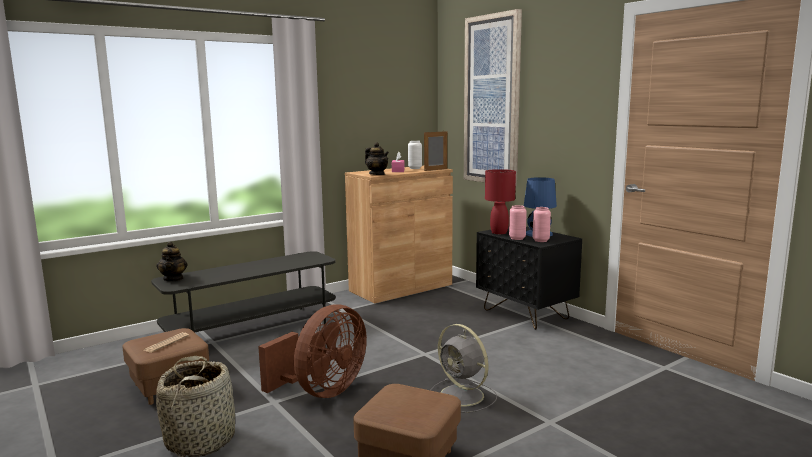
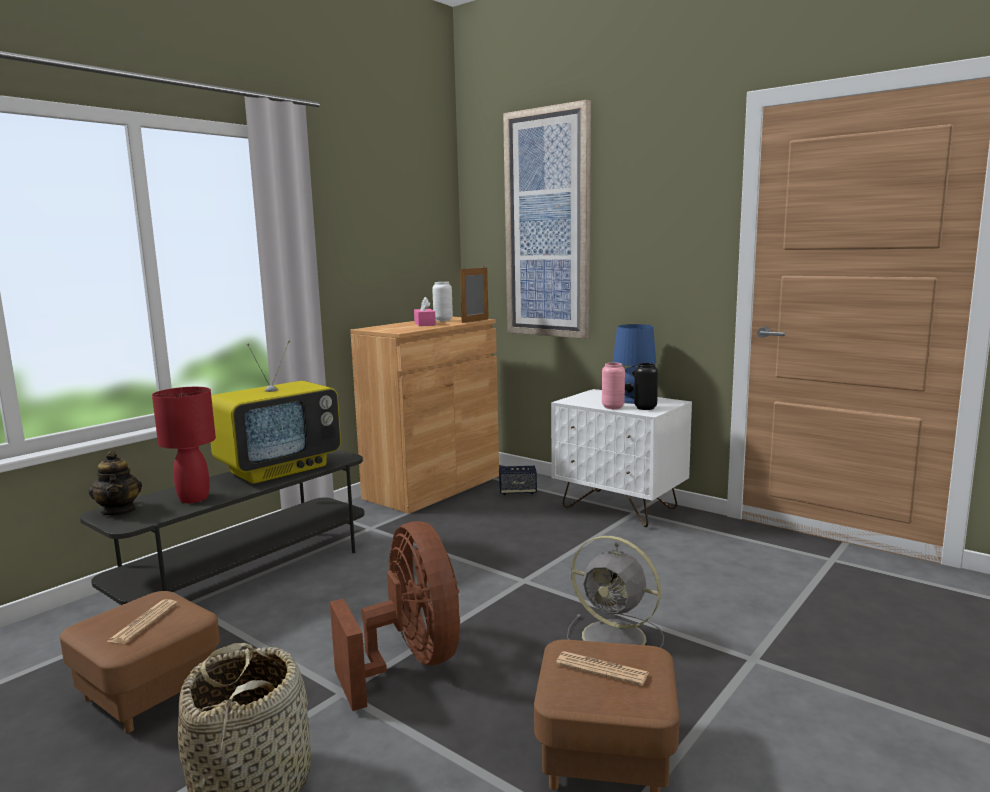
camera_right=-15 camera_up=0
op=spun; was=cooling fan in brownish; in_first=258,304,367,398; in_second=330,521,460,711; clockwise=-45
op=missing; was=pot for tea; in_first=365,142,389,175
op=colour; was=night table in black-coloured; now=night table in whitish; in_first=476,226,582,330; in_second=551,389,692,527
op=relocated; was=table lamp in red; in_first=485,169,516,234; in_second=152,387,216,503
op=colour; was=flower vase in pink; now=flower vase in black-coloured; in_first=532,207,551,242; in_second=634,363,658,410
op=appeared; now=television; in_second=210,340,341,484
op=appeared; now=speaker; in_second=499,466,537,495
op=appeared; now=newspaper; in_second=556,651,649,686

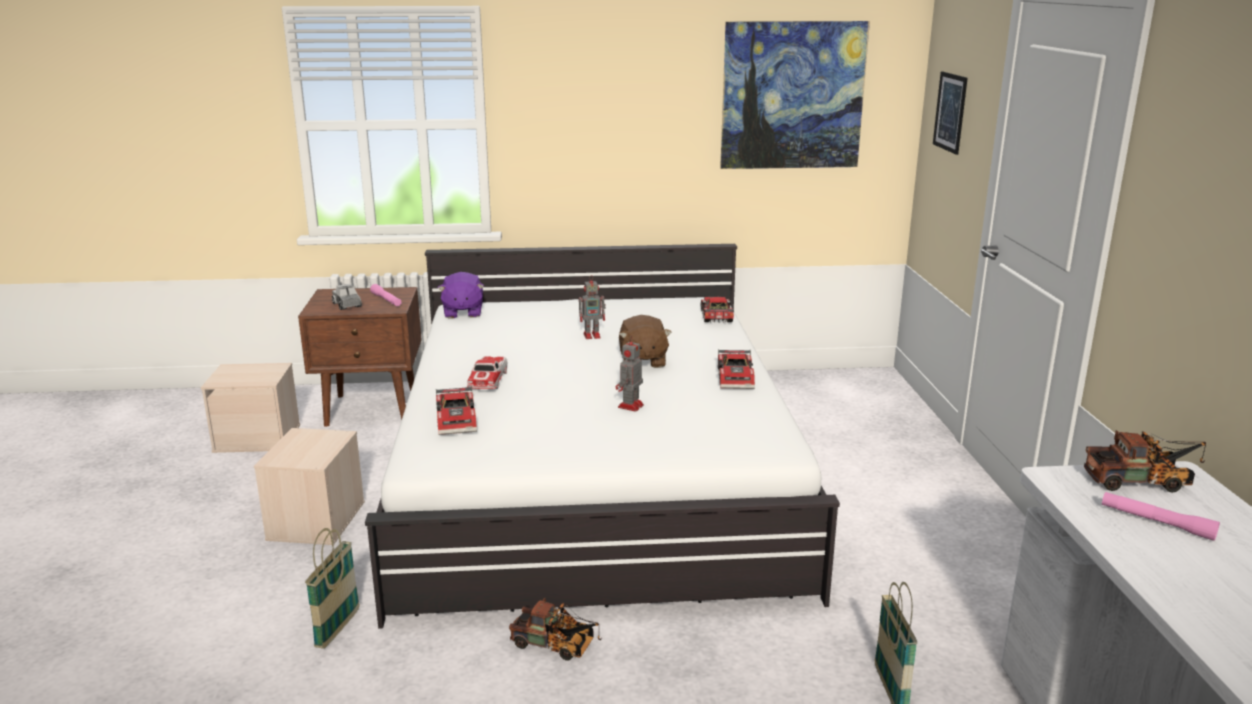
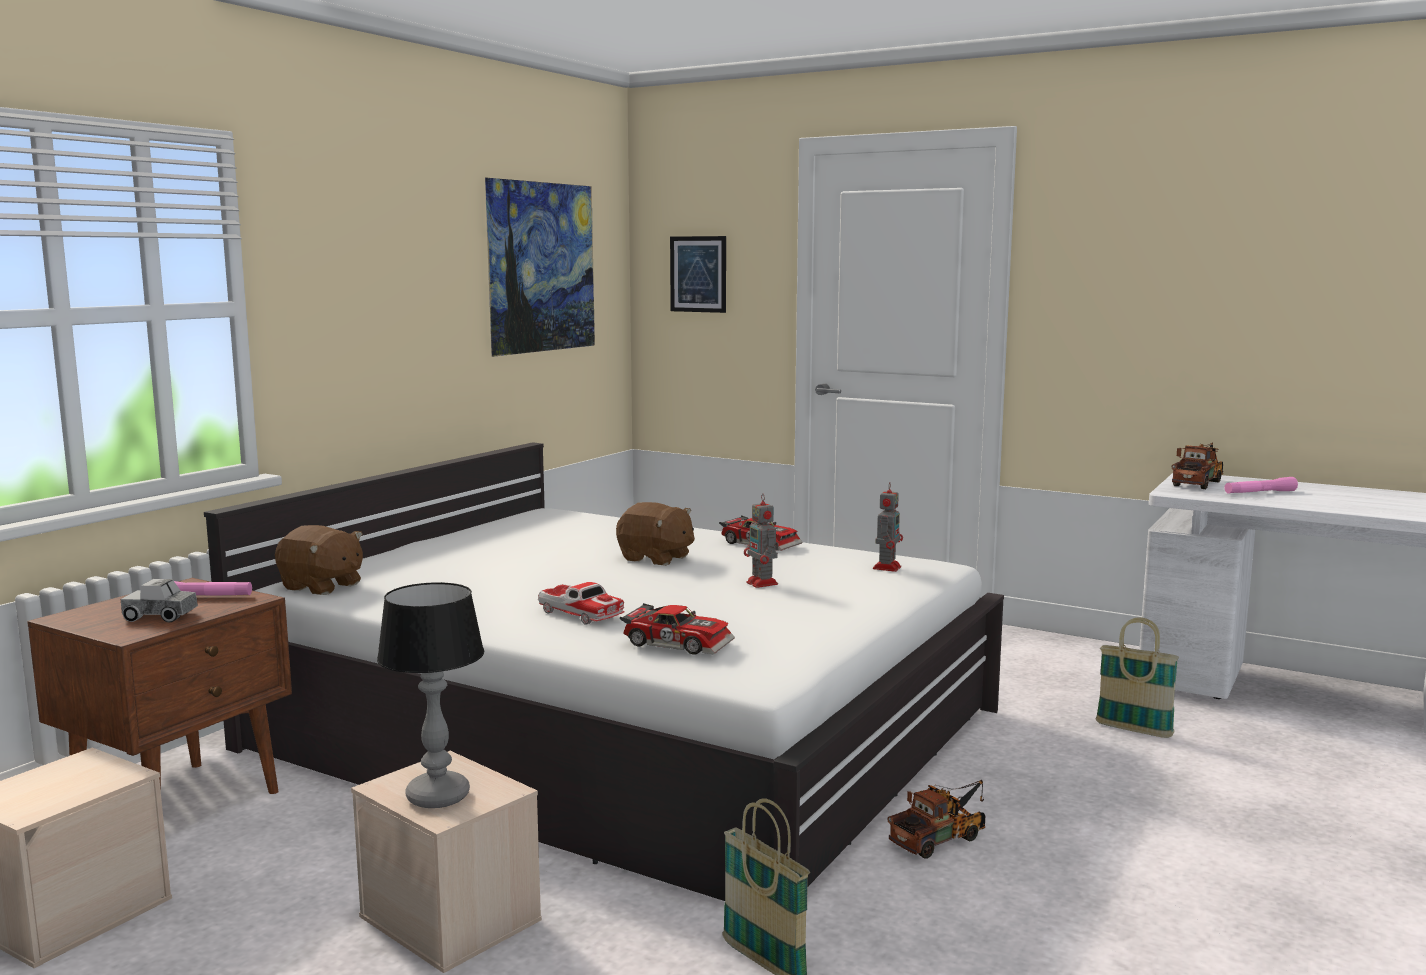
camera_right=-55 camera_up=-10
op=colour; was=cuddly toy in purplish; now=cuddly toy in brownish; in_first=438,272,484,319; in_second=275,525,363,595
op=relocated; was=robot figure; in_first=579,275,606,339; in_second=873,482,903,572
op=missing; was=toy car; in_first=700,297,734,323
op=appeared; now=table lamp; in_second=377,582,484,808

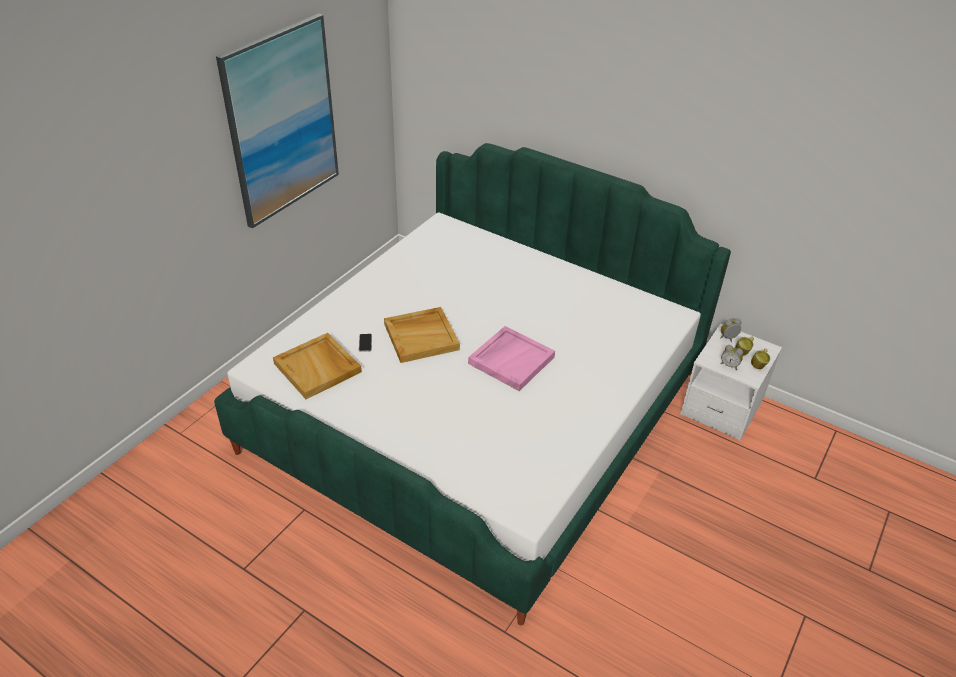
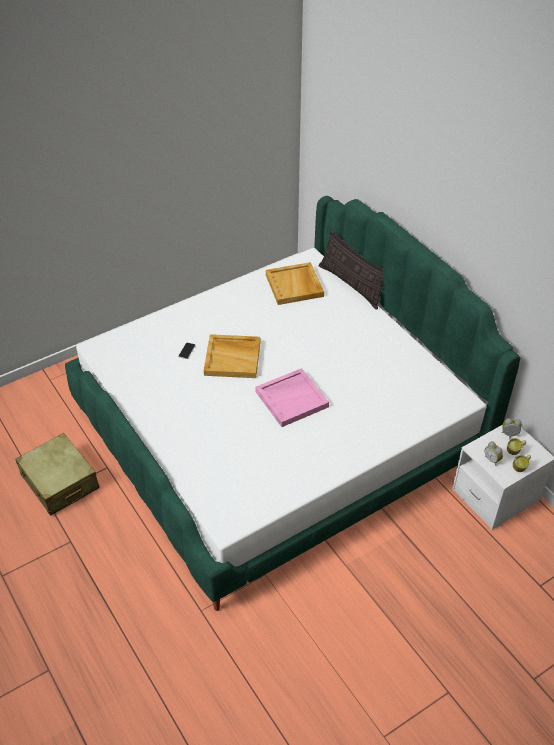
camera_right=25 camera_up=5
op=missing; was=wall art; in_first=216,13,339,229
op=relocated; was=serving tray in beige; in_first=273,333,362,399; in_second=266,262,324,305
op=appeared; now=piece of luggage in beige; in_second=15,433,100,516
op=appeared; now=cushion; in_second=319,230,383,309

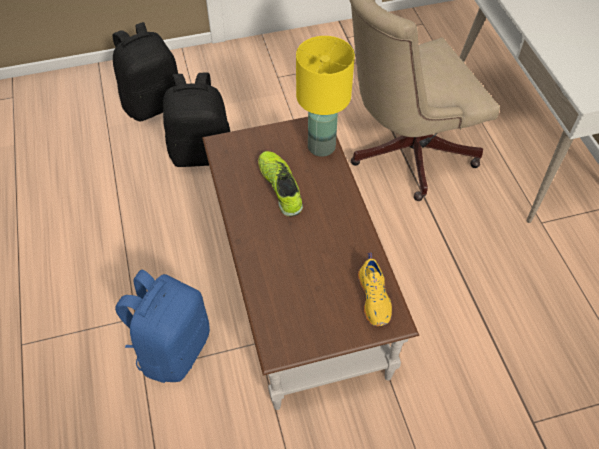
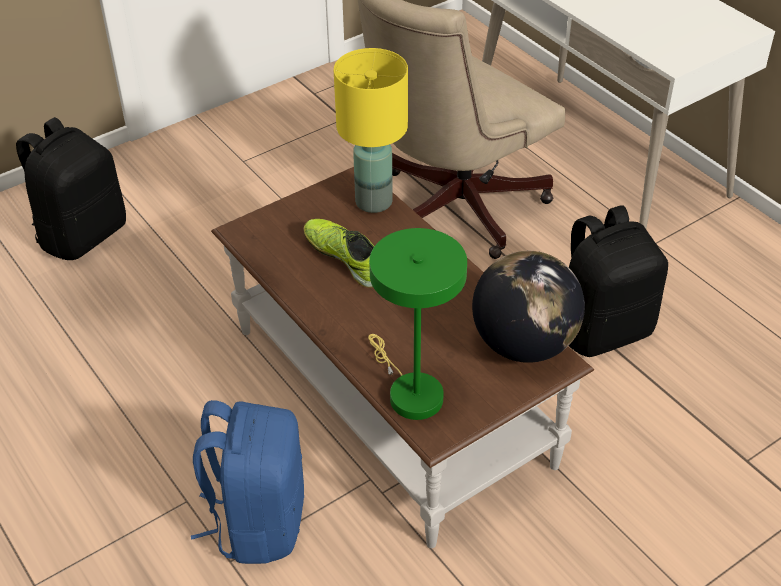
camera_right=-20 camera_up=-10
op=relocated; was=backpack in black-coloured; in_first=163,72,230,167; in_second=569,206,668,357
op=exchanged; was=low shoe in yellowish; now=desk globe; in_first=358,253,392,326; in_second=472,251,585,363
op=appeared; now=table lamp in green-coloured; in_second=368,228,467,420

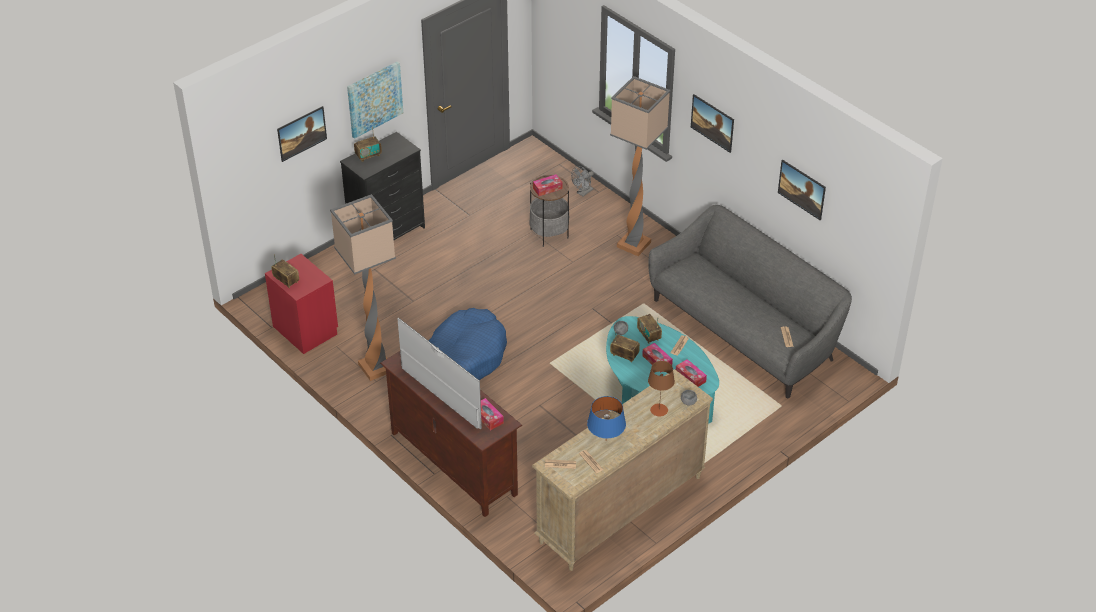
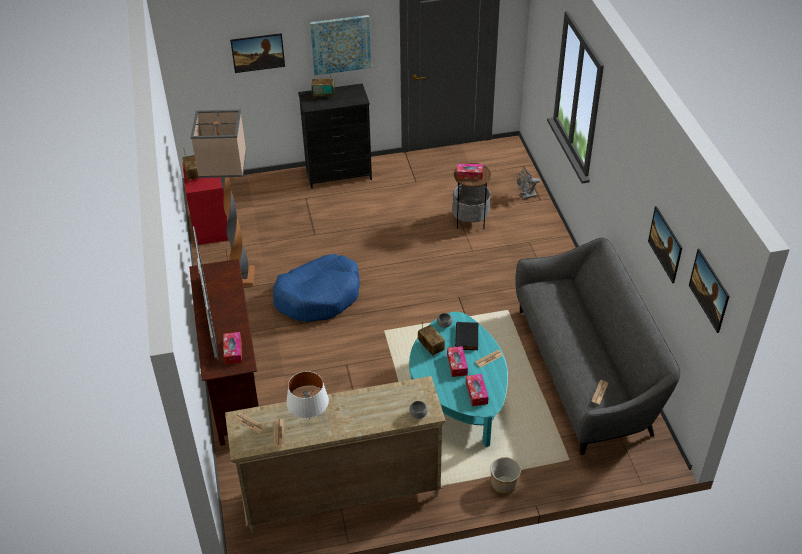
camera_right=30 camera_up=0
op=colour; was=table lamp in blue-coloured; now=table lamp in whitish; in_first=587,396,626,438; in_second=286,371,329,419
op=missing; was=floor lamp; in_first=610,76,670,256
op=exchanged; was=radio; now=book in black-coloured; in_first=637,314,662,344; in_second=455,322,478,350
op=missing; was=table lamp in brownish; in_first=648,361,675,417
op=relocated; was=wall art; in_first=691,94,734,153; in_second=689,249,729,333
op=appeared; now=planter; in_second=490,457,521,494

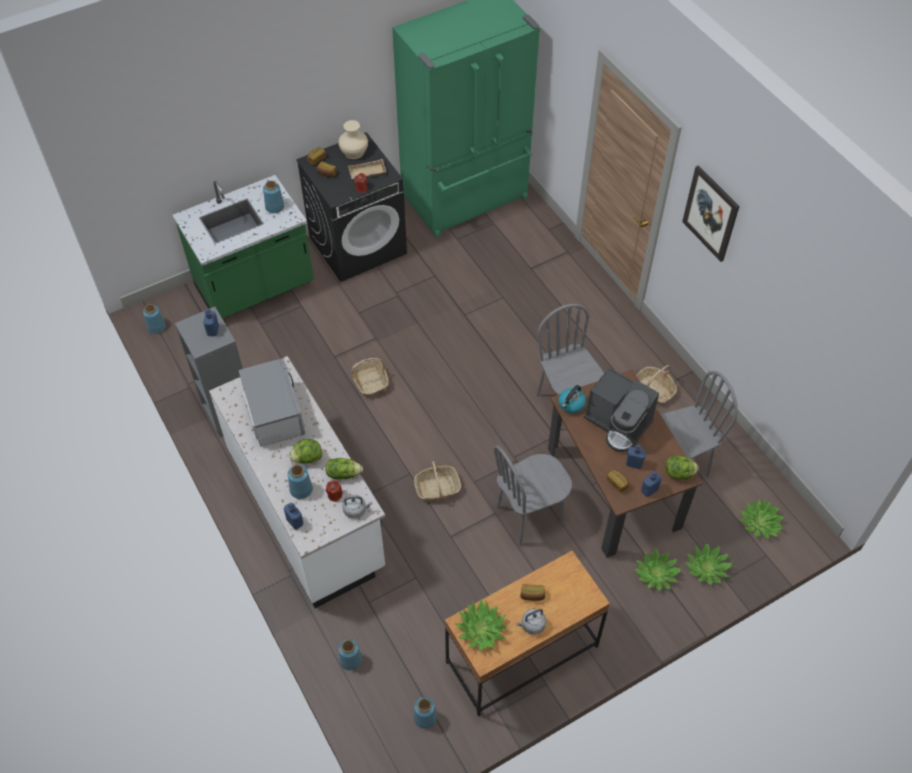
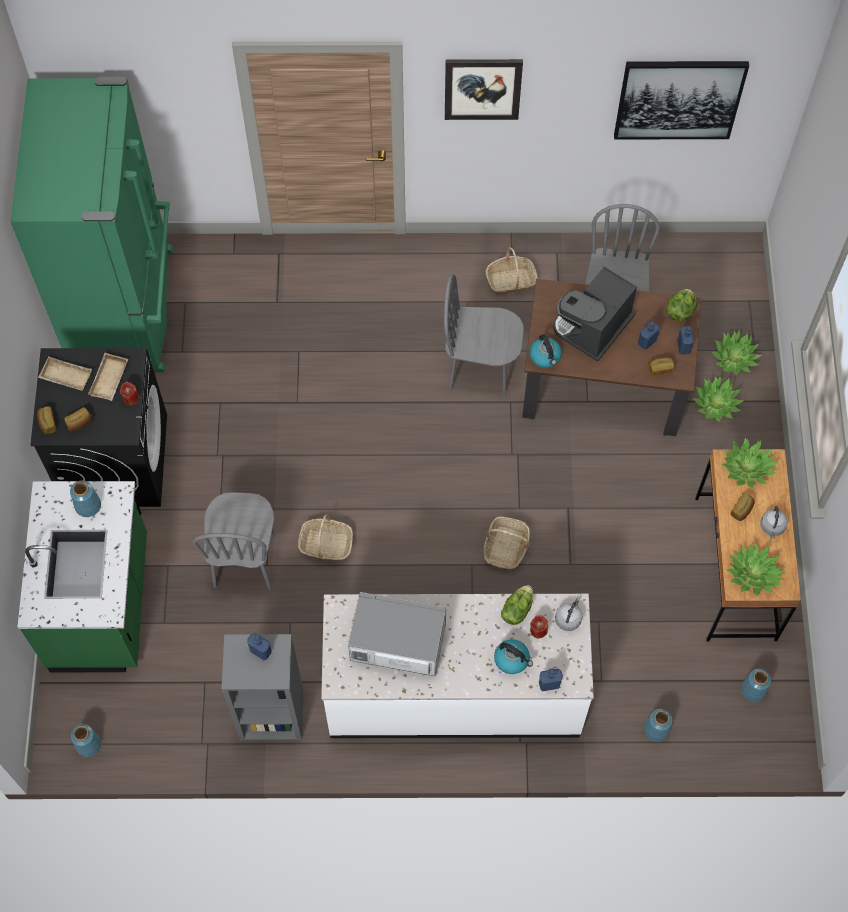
camera_right=-60 camera_up=10
op=exchanged; was=flower vase in blue-coloured; now=tea kettle; in_first=288,465,313,499; in_second=494,639,533,674
op=missing; was=head of lettuce; in_first=289,439,322,464
op=exchanged; was=flower vase in beige; now=serving tray in beige; in_first=339,120,368,159; in_second=38,356,92,391
op=relocated; was=plain chair in gray; in_first=494,445,572,546; in_second=192,492,275,590
op=spun; was=coffee brewer; in_first=584,367,659,452; in_second=554,266,637,362; clockwise=150
op=relocated; was=houseplant; in_first=739,500,784,539; in_second=721,438,778,489
op=appeared; now=wall art; in_second=614,61,749,139

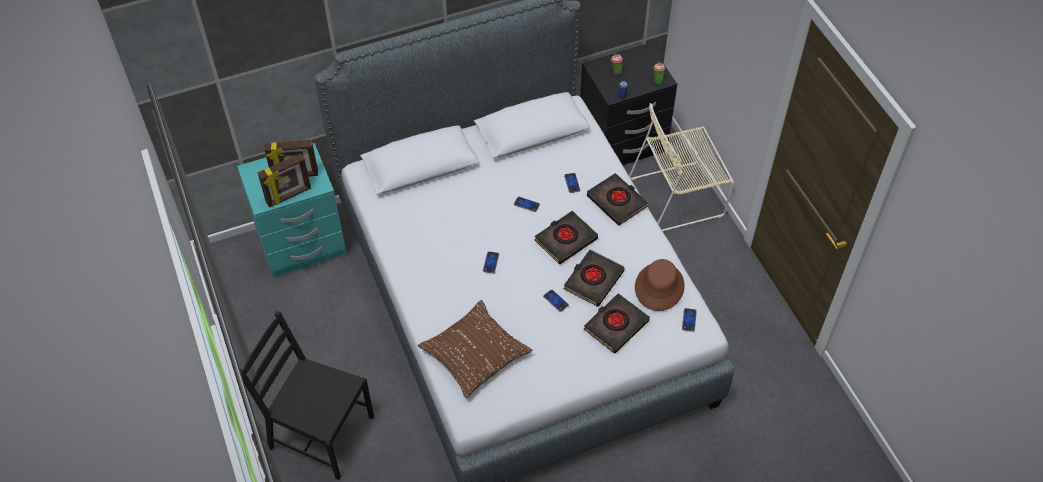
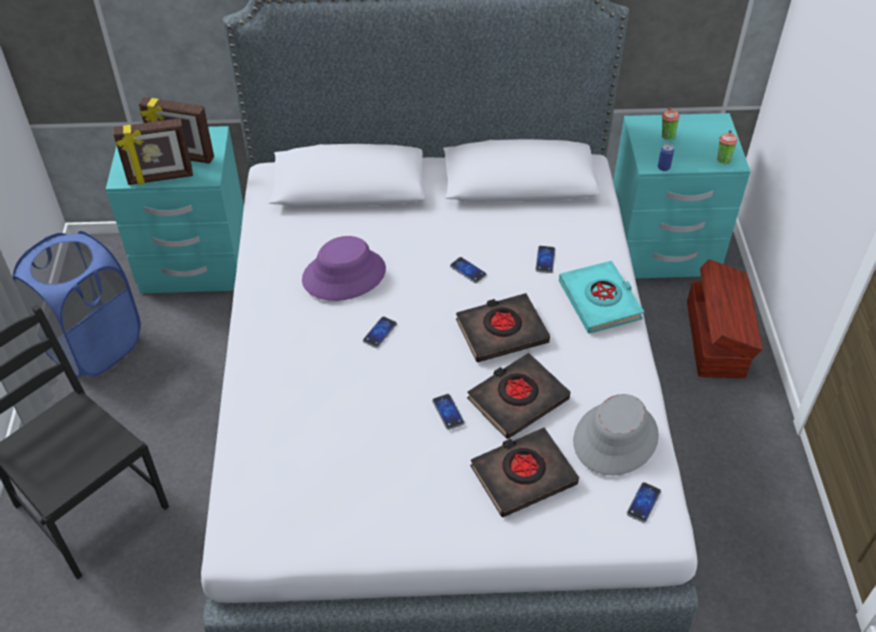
camera_right=20 camera_up=-5
op=missing; was=cushion in brownish; in_first=418,300,532,398
op=colour; was=night table in black-coloured; now=night table in turquoise; in_first=580,43,677,165; in_second=613,113,751,279
op=colour; was=book in black-coloured; now=book in turquoise; in_first=587,173,648,226; in_second=559,261,644,334
op=exchanged; was=plain chair in beige; now=storage box in brownish; in_first=629,103,734,231; in_second=687,259,763,378
op=colour; was=clothing hat in brownish; now=clothing hat in gray; in_first=635,259,685,311; in_second=573,394,659,476
op=appeared; now=washing basket in blue-coloured; in_second=13,231,141,378
op=appeared; now=clothing hat in purplish; in_second=302,236,386,301

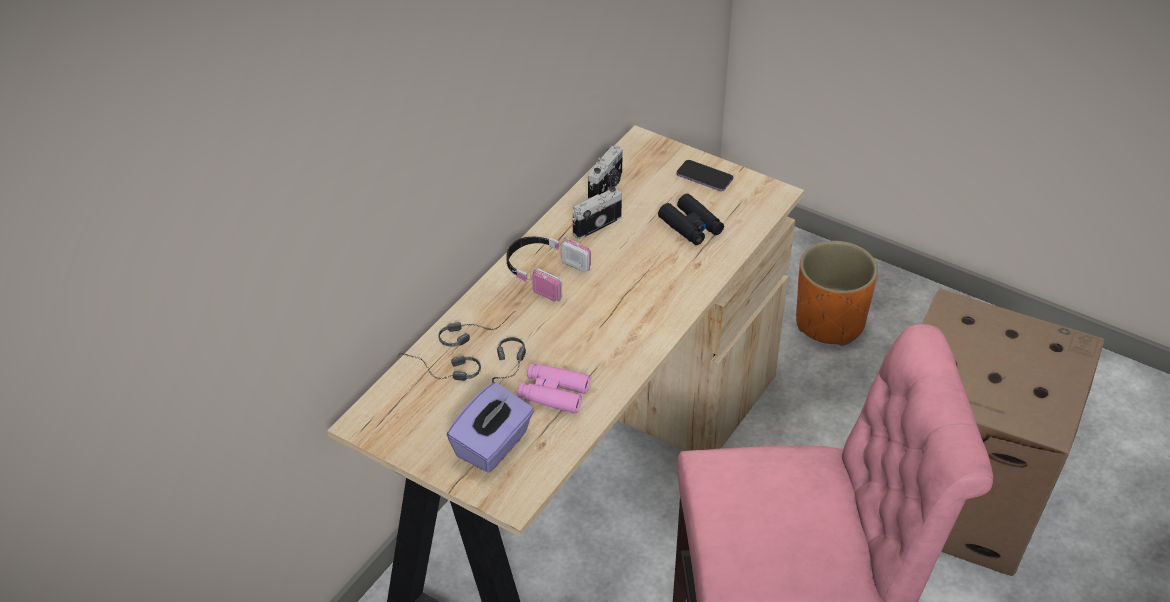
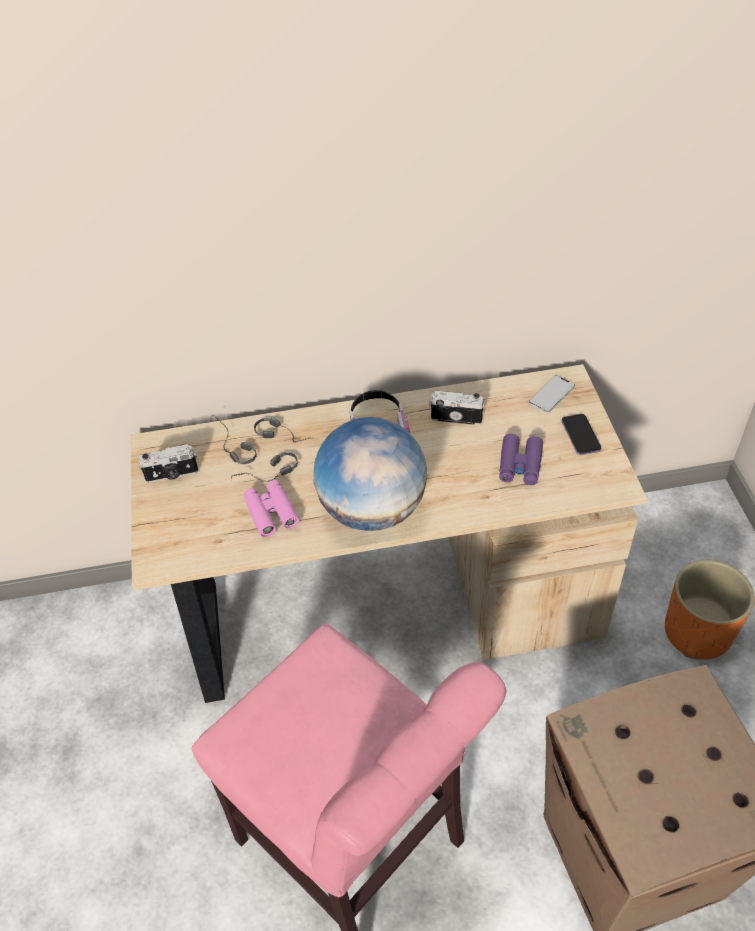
camera_right=50 camera_up=5
op=missing; was=tissue box in purplish; in_first=447,382,534,473
op=relocated; was=still camera; in_first=588,146,623,199; in_second=138,444,198,483
op=colour; was=field glasses in black-coloured; now=field glasses in purplish; in_first=658,194,724,245; in_second=499,434,543,485
op=appeared; now=desk globe; in_second=314,417,427,531
op=appeared; now=handset; in_second=529,375,575,413

